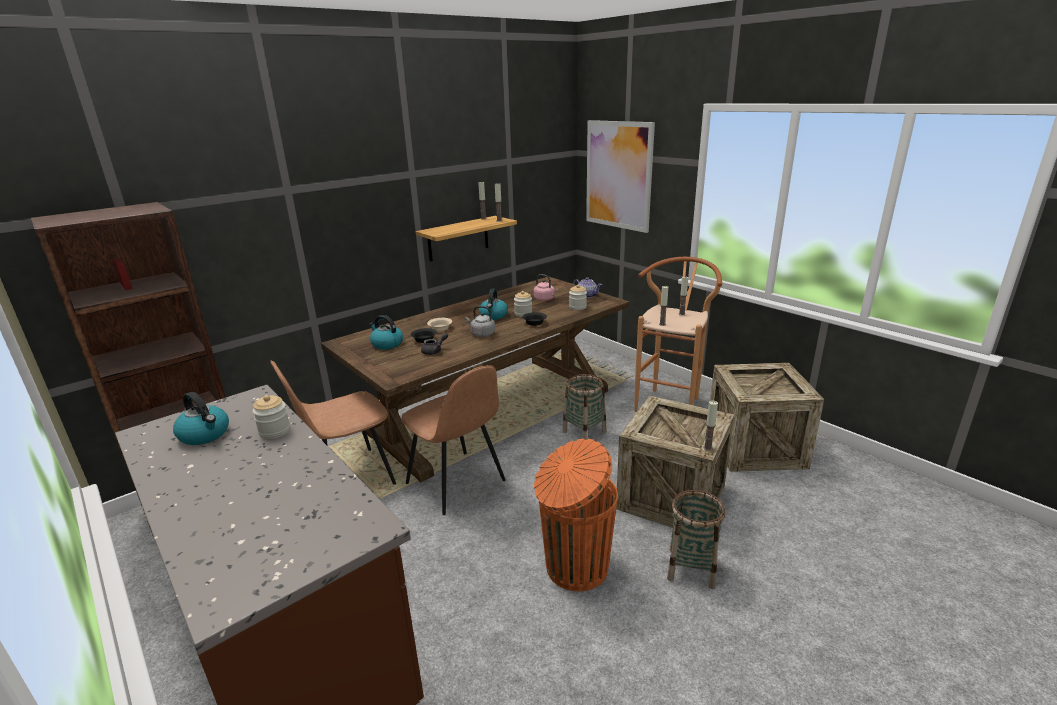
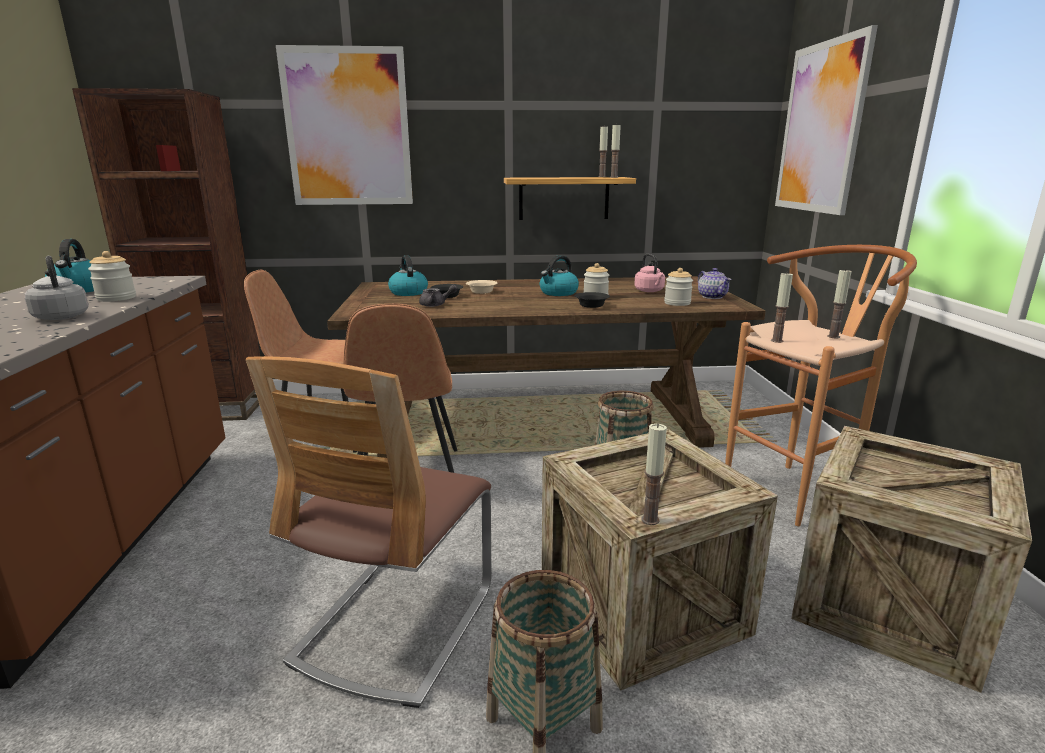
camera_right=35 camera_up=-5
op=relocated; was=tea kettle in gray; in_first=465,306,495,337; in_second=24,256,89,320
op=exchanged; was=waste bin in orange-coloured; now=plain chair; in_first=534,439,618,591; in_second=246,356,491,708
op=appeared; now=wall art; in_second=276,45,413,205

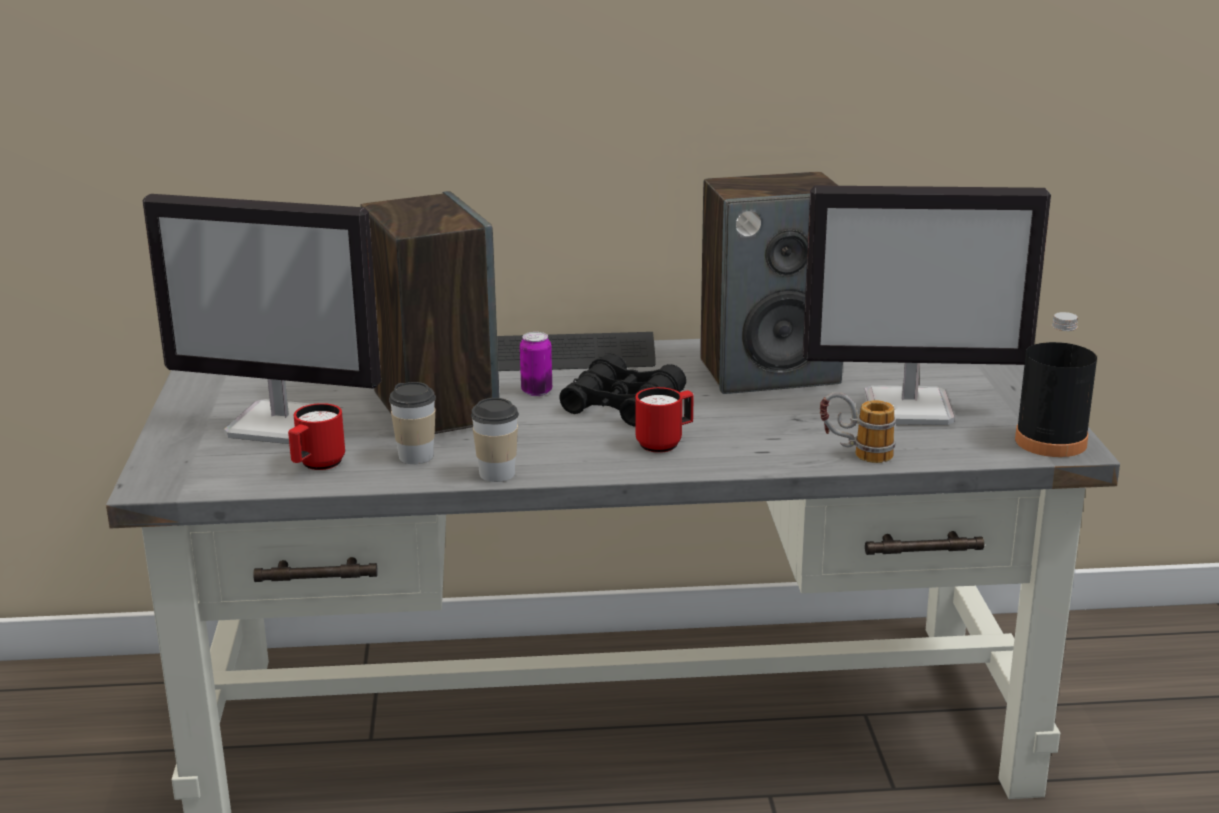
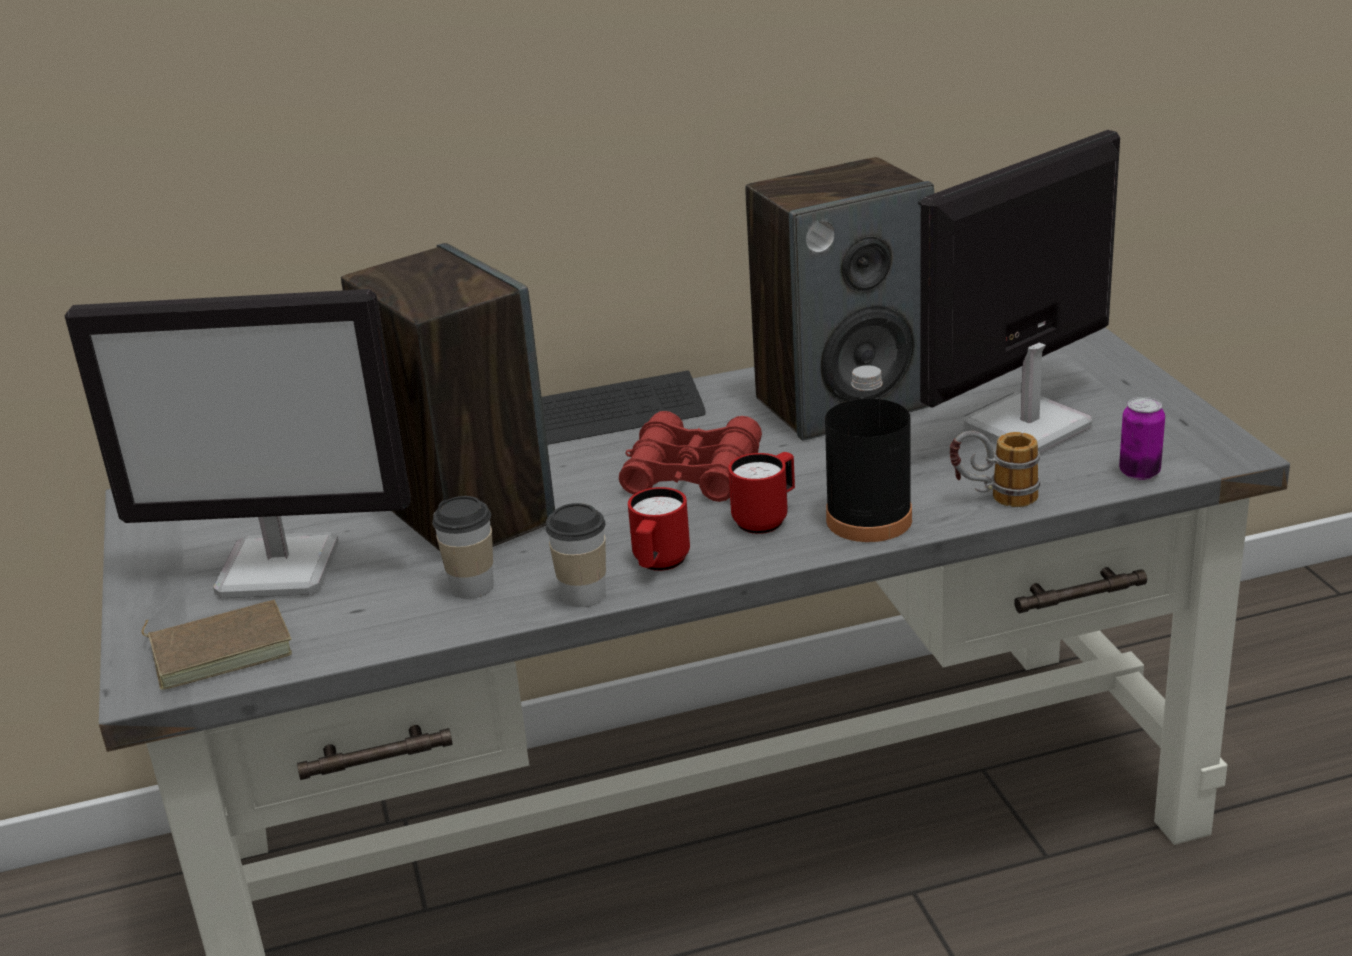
camera_right=-10 camera_up=5
op=relocated; was=mug in red; in_first=288,403,345,470; in_second=628,487,690,571
op=relocated; was=sealed can; in_first=520,332,552,396; in_second=1119,397,1165,480
op=colour; was=field glasses in black-coloured; now=field glasses in red; in_first=559,353,686,426; in_second=619,411,762,502
op=spun; was=computer screen; in_first=803,185,1051,425; in_second=920,130,1120,453; clockwise=150
op=relocated; was=beverage bottle in black-coloured; in_first=1015,312,1097,457; in_second=825,365,912,542
op=appeared; now=book in brownish; in_second=142,600,292,690

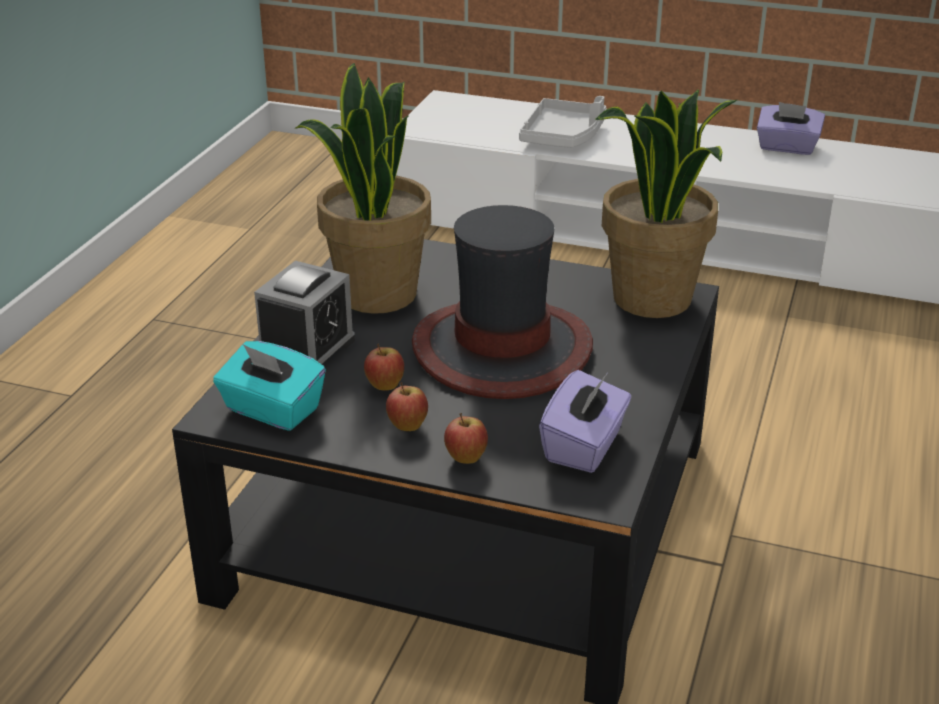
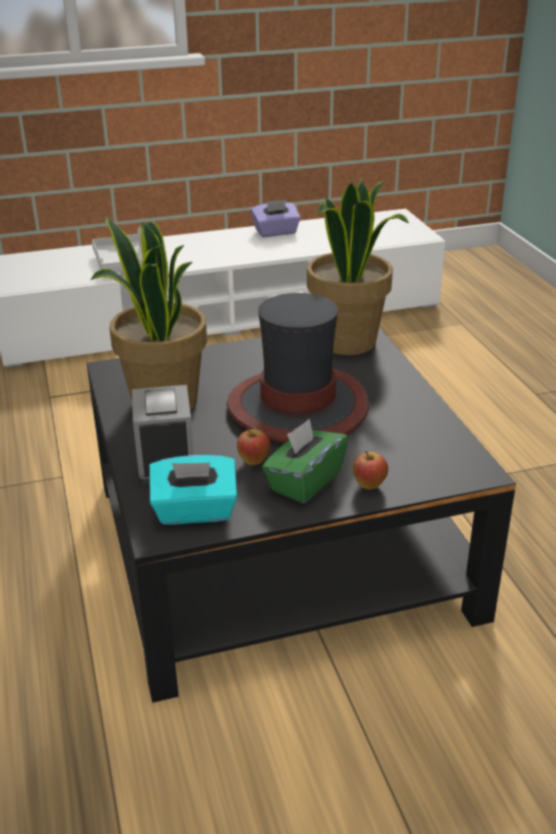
camera_right=-35 camera_up=0
op=exchanged; was=whole apple; now=tissue box in green-coloured; in_first=386,382,428,431; in_second=262,418,348,503
op=missing; was=tissue box in purplish; in_first=539,370,631,473

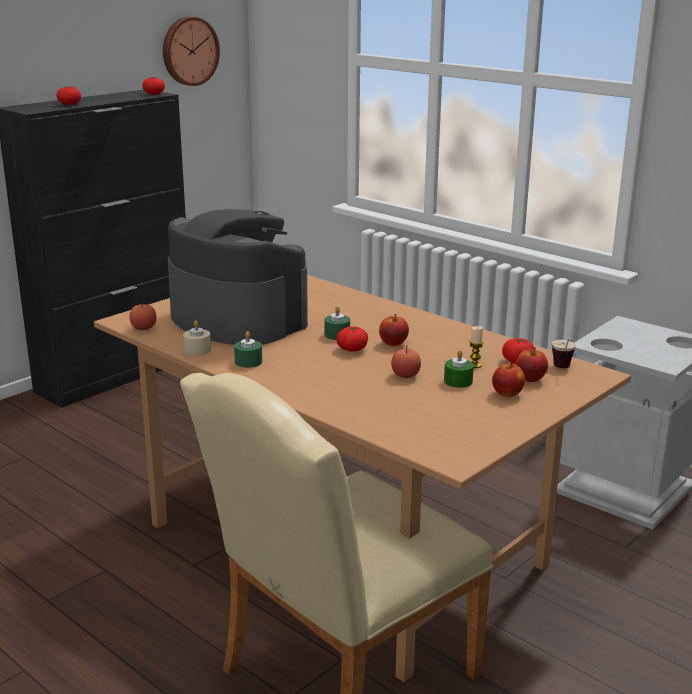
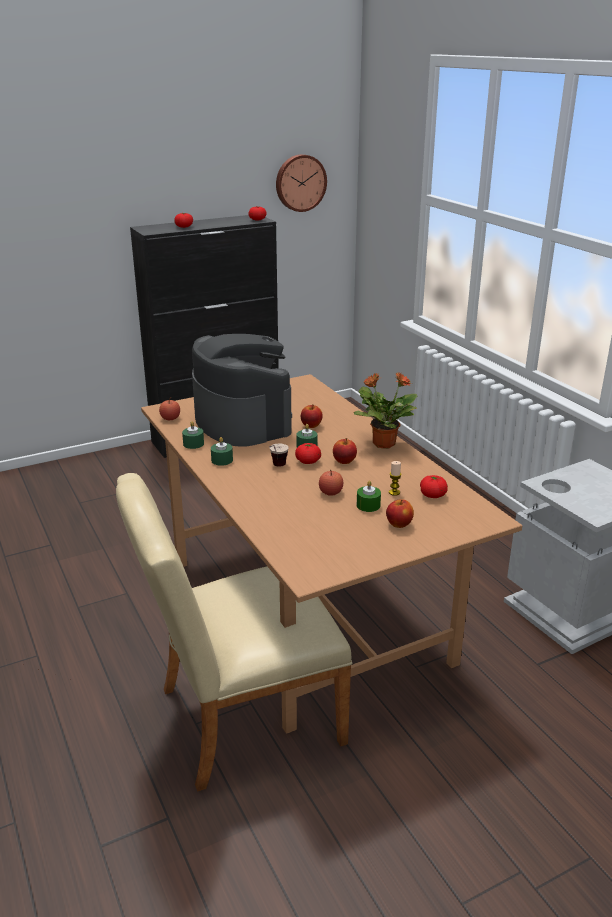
camera_right=20 camera_up=5
op=colour; was=wax light in beige; now=wax light in green-coloured; in_first=183,320,211,356; in_second=182,421,204,449
op=relocated; was=whole apple; in_first=515,348,548,382; in_second=301,404,323,428
op=relocated; was=cup; in_first=552,339,576,368; in_second=269,444,289,467
op=appeared; now=houseplant; in_second=353,372,417,449

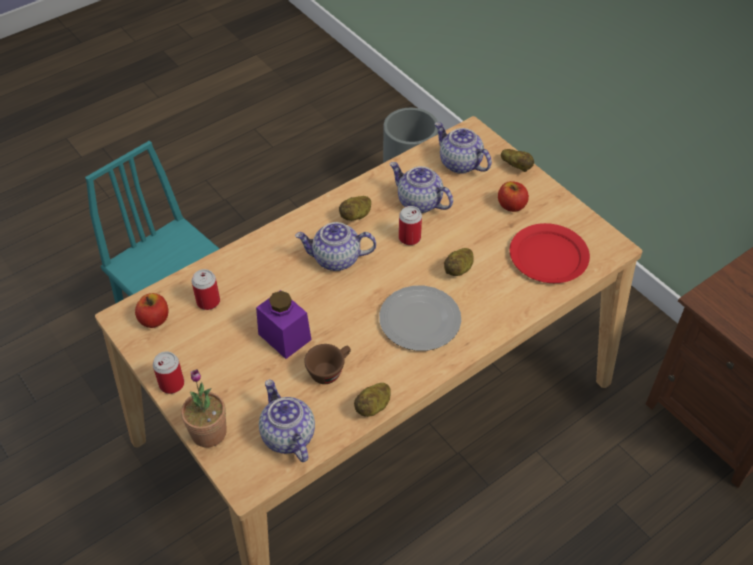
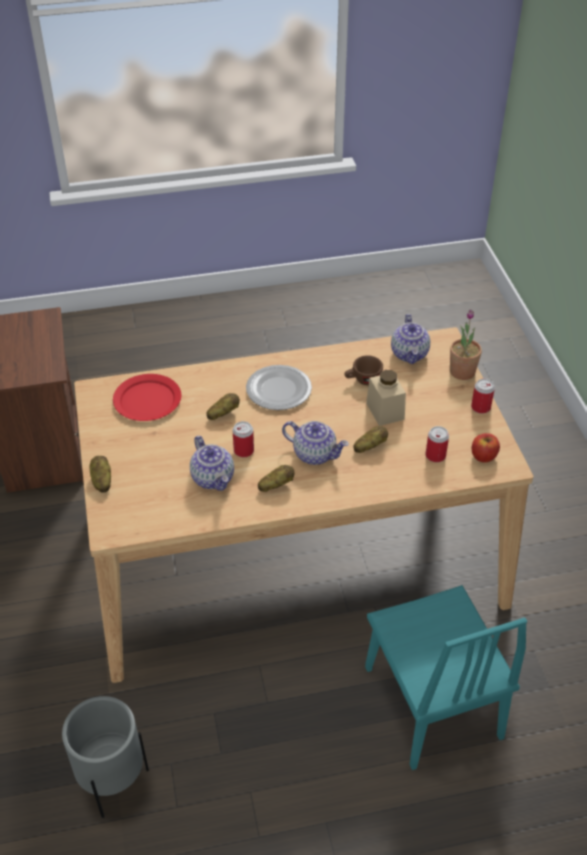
camera_right=-155 camera_up=-5
op=colour; was=storage jar in purplish; now=storage jar in beige; in_first=256,290,312,359; in_second=366,370,406,426
op=relocated; was=whole potato; in_first=354,383,391,417; in_second=353,426,388,453
op=missing; was=pot for tea; in_first=435,122,492,174
op=missing; was=whole apple; in_first=498,181,529,212

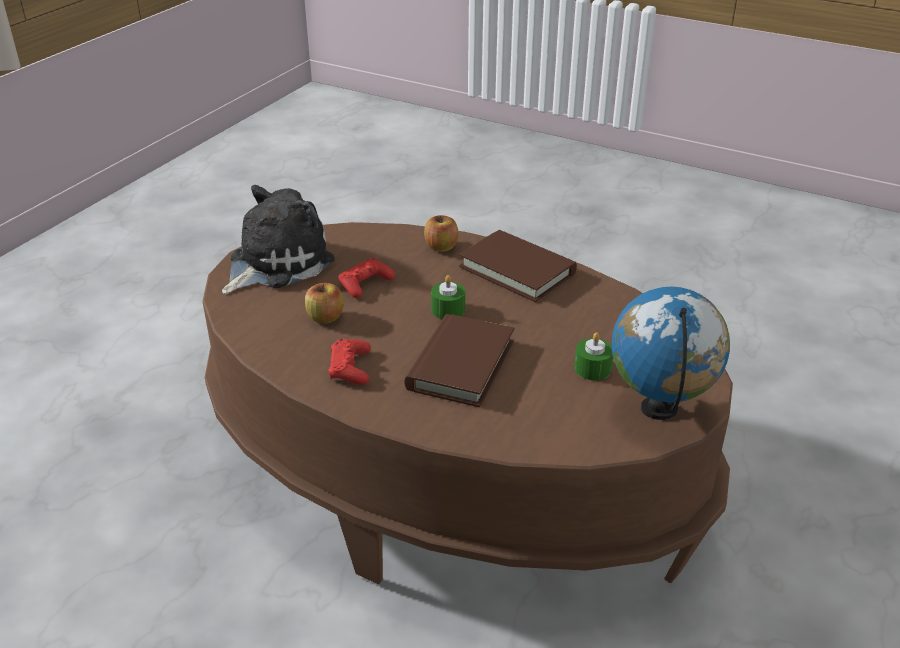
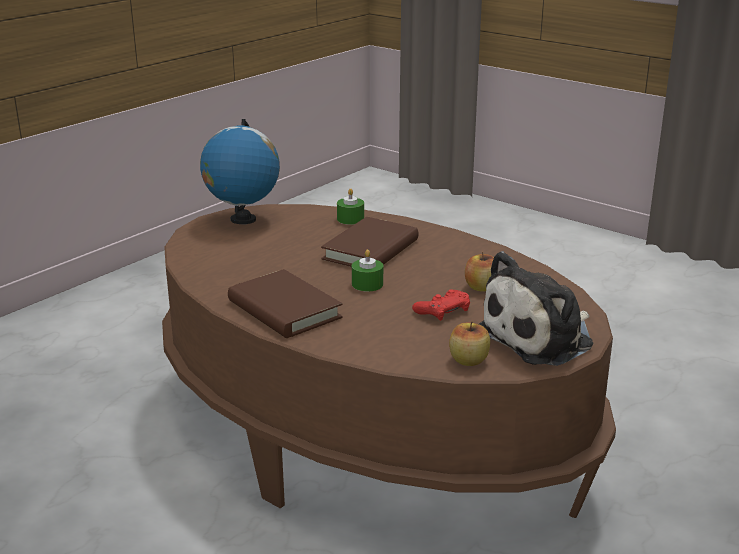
camera_right=-170 camera_up=-10
op=missing; was=game controller in red; in_first=328,338,371,385
op=relocated; was=whole apple; in_first=424,215,458,252; in_second=449,321,490,366
op=relocated; was=wax light in green-coloured; in_first=574,332,613,380; in_second=337,188,364,225

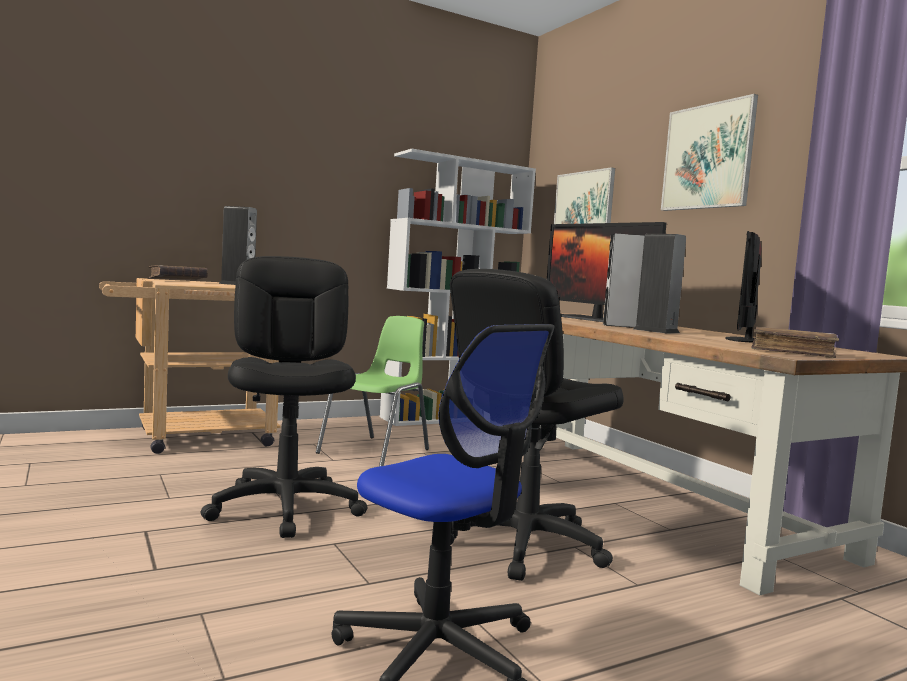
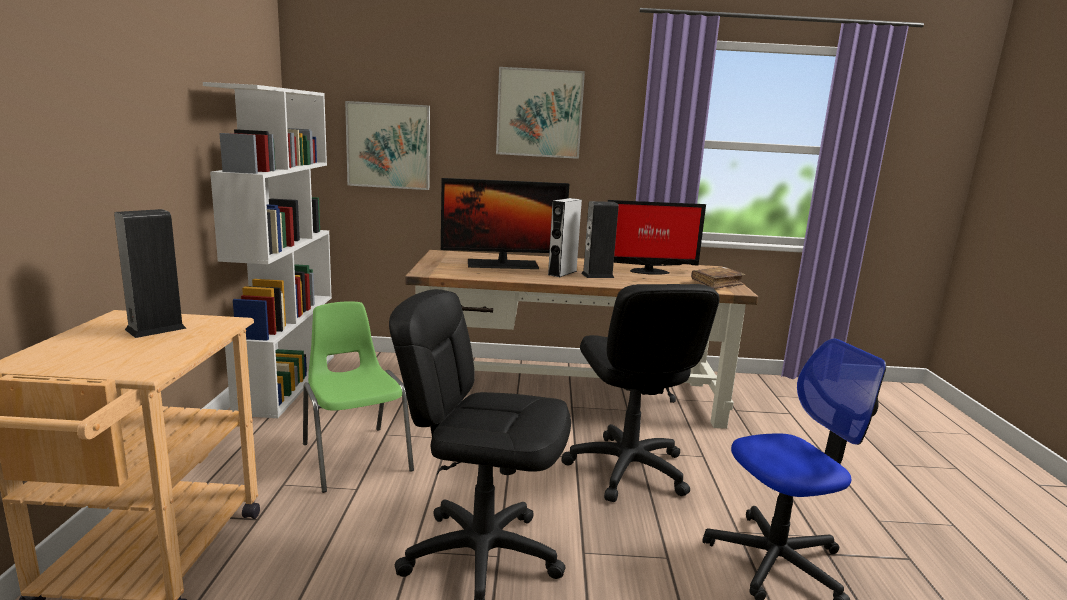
camera_right=-60 camera_up=10
op=missing; was=book in brownish; in_first=149,265,208,280
op=spun; was=computer screen; in_first=725,231,762,343; in_second=608,200,706,275; clockwise=-60

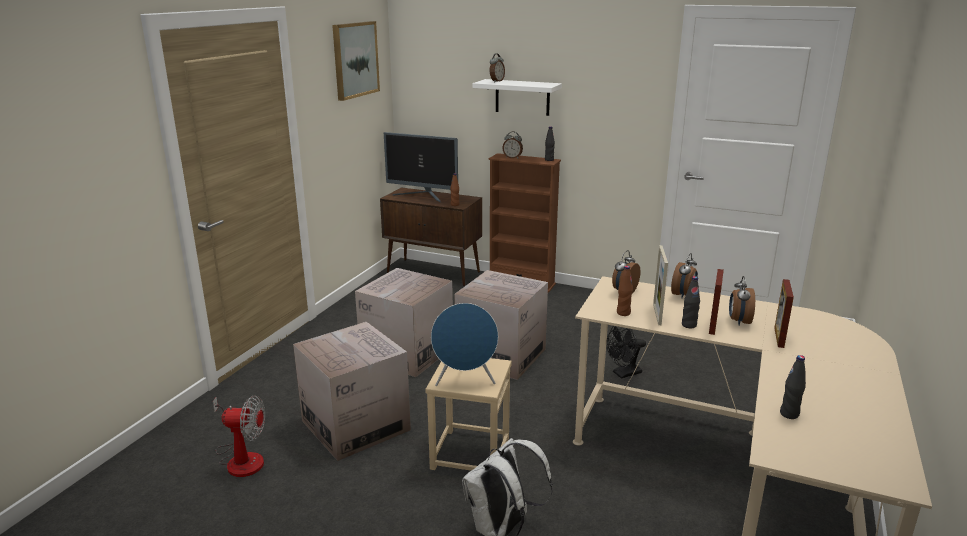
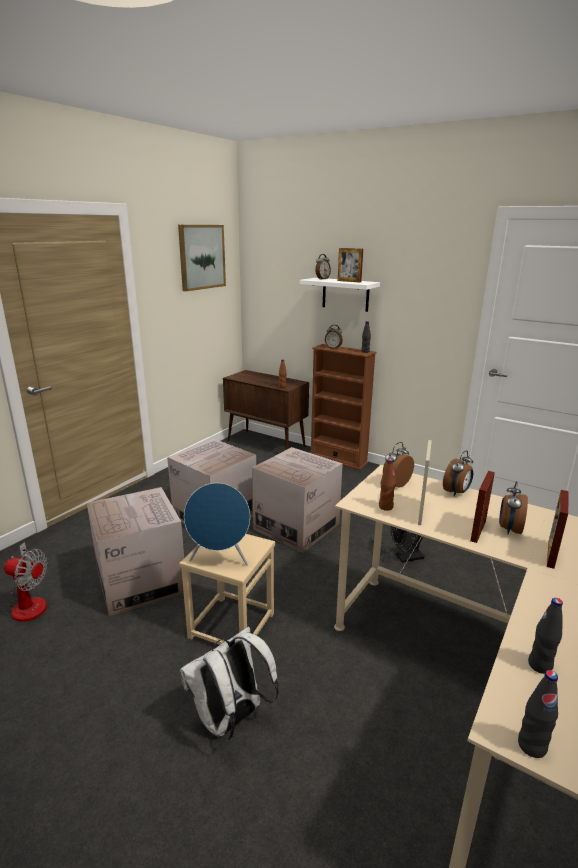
camera_right=10 camera_up=0
op=missing; was=computer screen; in_first=384,132,458,202
op=relocated; was=beverage bottle in black-coloured; in_first=682,276,700,328; in_second=518,670,558,758
op=appeared; now=photo frame; in_second=338,248,363,283

